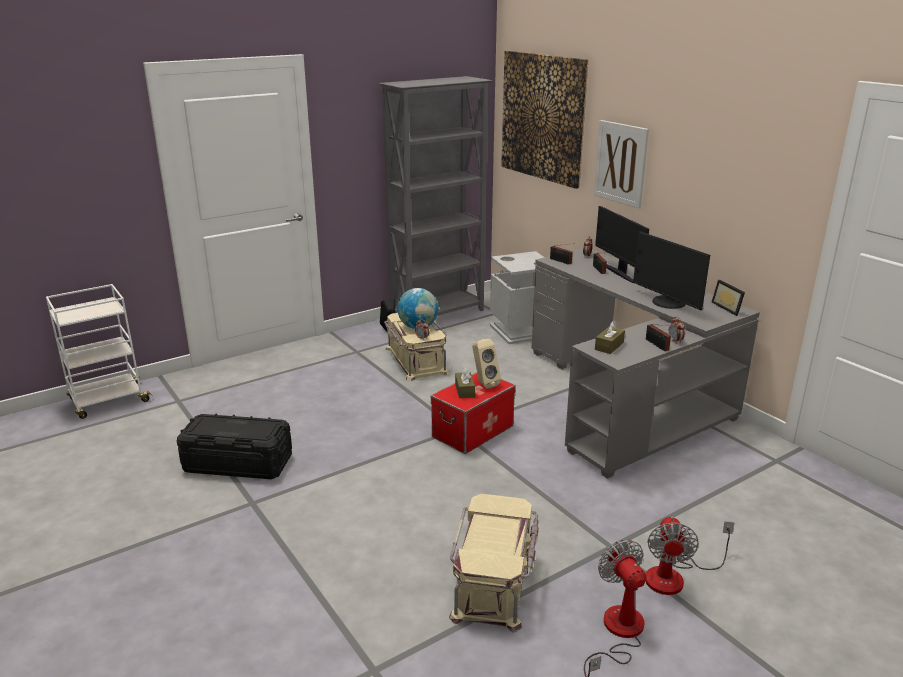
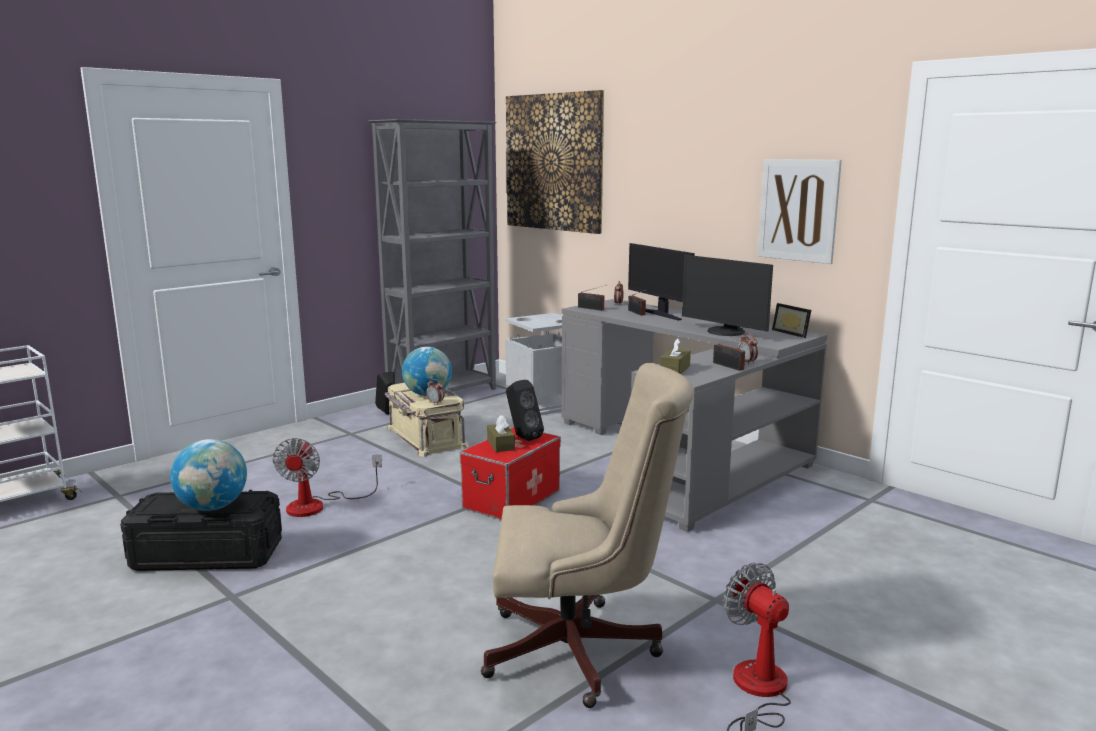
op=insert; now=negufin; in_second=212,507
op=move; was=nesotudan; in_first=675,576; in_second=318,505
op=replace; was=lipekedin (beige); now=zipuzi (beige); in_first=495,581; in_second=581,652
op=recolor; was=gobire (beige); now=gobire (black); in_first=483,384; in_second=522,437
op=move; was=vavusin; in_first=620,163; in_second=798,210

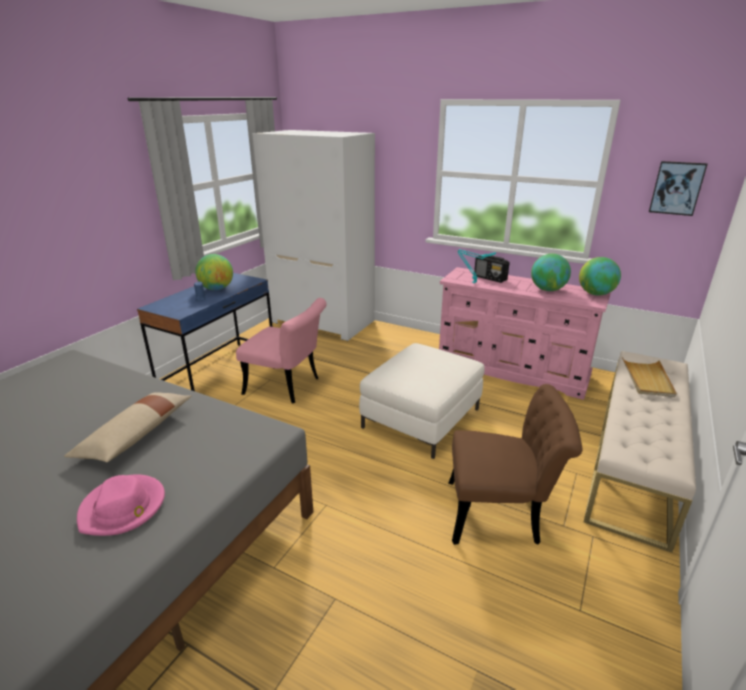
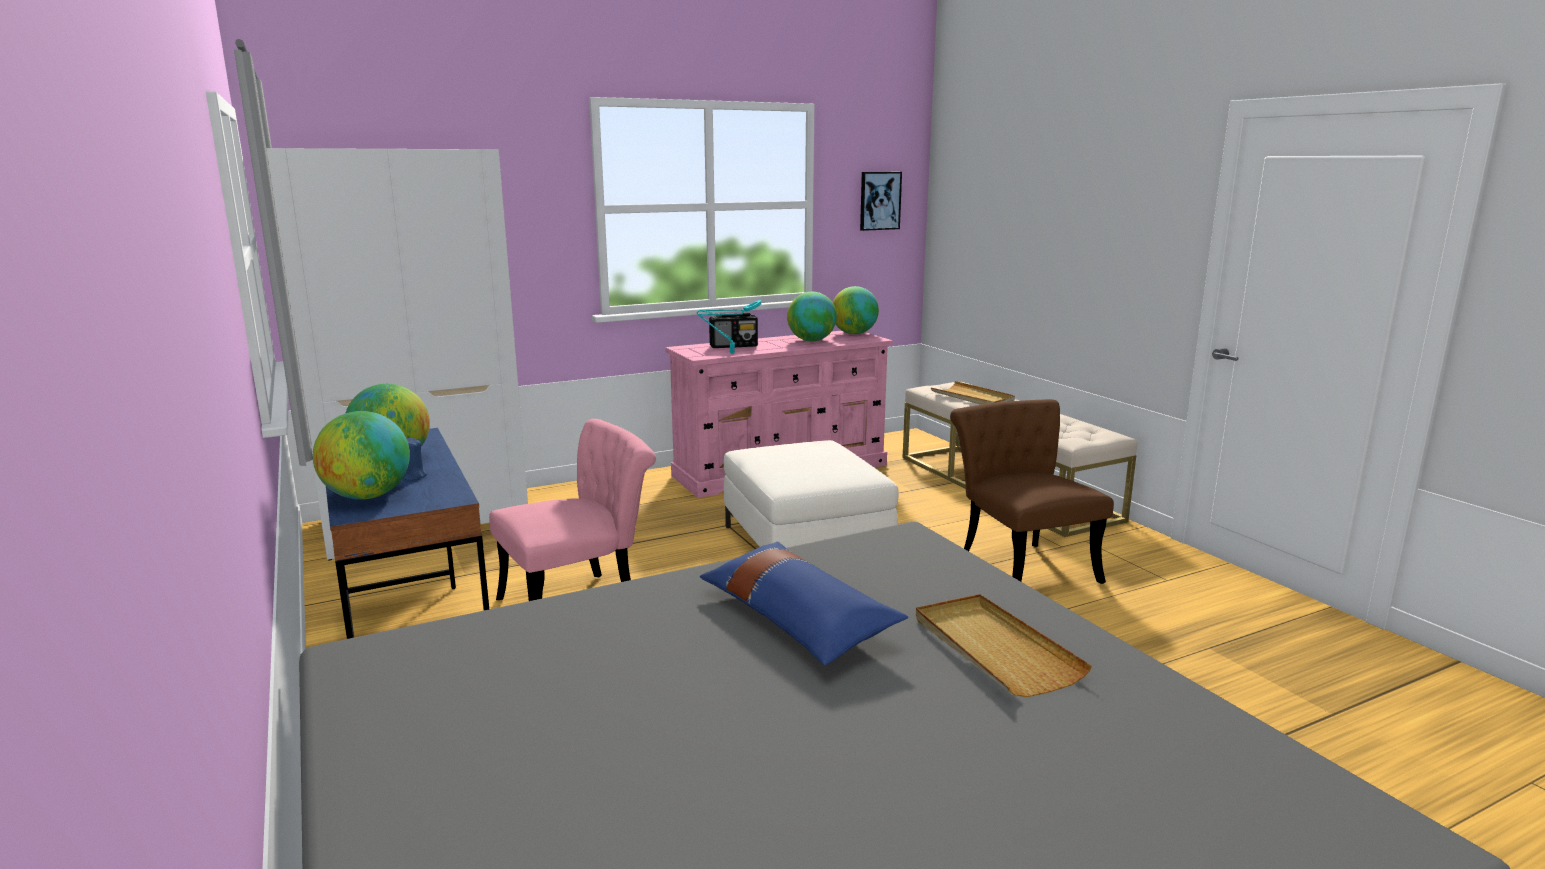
op=insert; now=negufin; in_second=367,496
op=recolor; was=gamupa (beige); now=gamupa (blue); in_first=136,435; in_second=797,619
op=replace; was=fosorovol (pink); now=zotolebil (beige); in_first=123,508; in_second=994,648
op=rotate; was=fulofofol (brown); in_first=501,514; in_second=1020,565; clockwise=-60

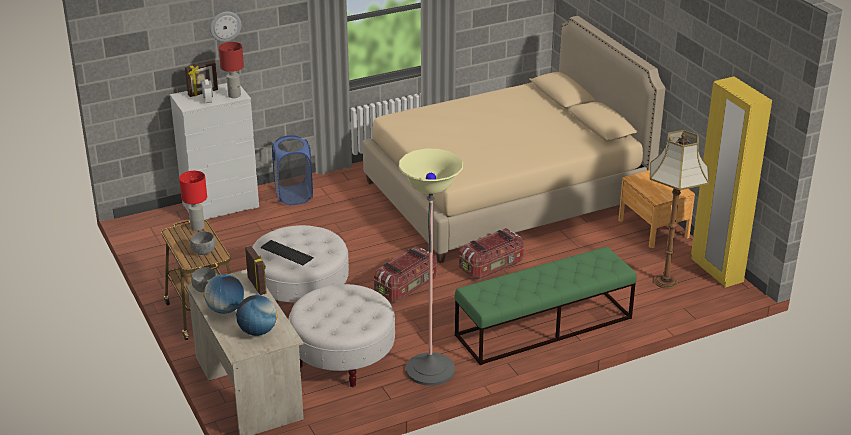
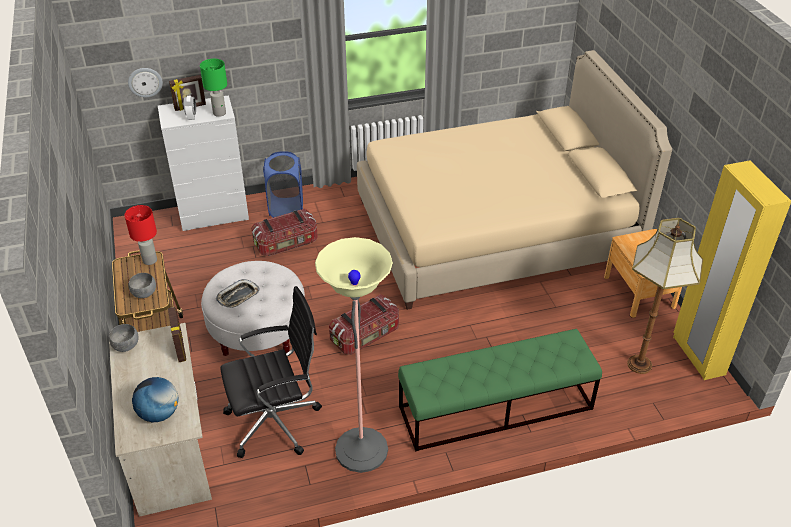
op=move; was=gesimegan; in_first=225,26; in_second=145,82
op=recolor; was=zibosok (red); now=zibosok (green); in_first=234,95; in_second=219,113
op=replace; was=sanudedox; now=zotolebil; in_first=286,253; in_second=238,296
op=replace; was=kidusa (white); now=zipuzi (black); in_first=343,358; in_second=276,421
op=move; was=lipekedin; in_first=492,266; in_second=286,244
op=delete; was=negufin; in_first=225,309

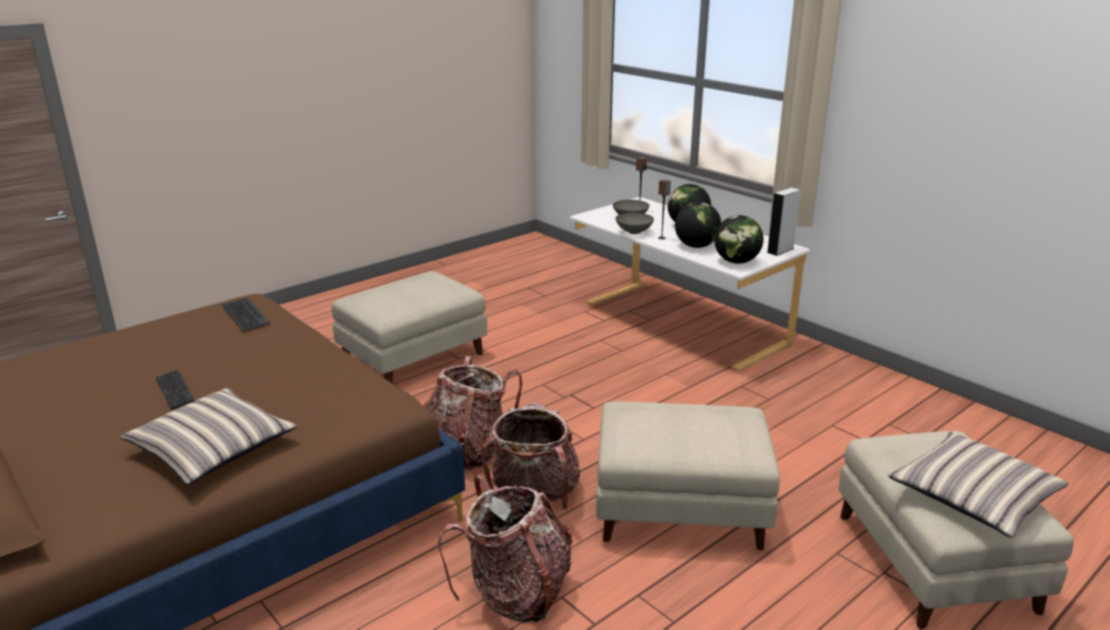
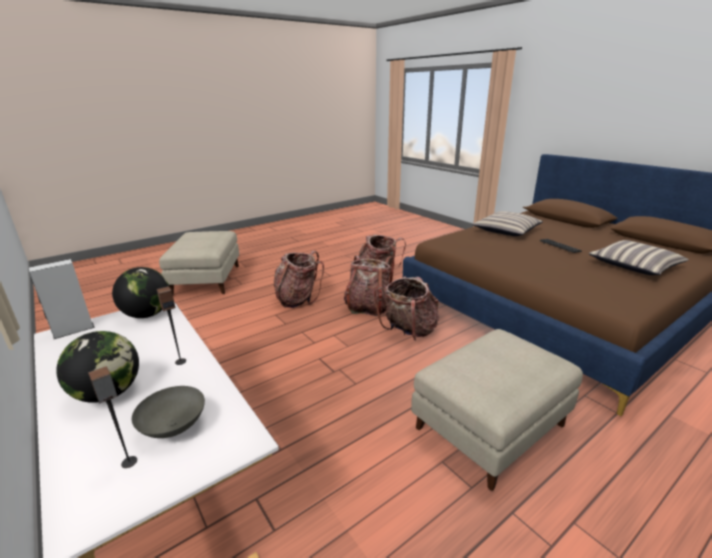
op=replace; was=kidusa (beige); now=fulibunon; in_first=678,510; in_second=298,299
op=move; was=gamupa; in_first=973,495; in_second=634,266
op=delete; was=sanudedox; in_first=244,315
op=delete; was=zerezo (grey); in_first=634,232
op=delete; was=negufin; in_first=696,246

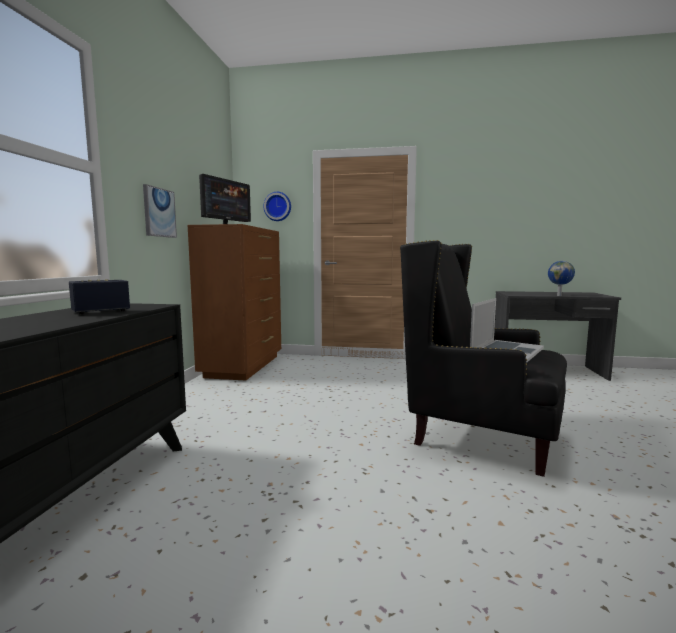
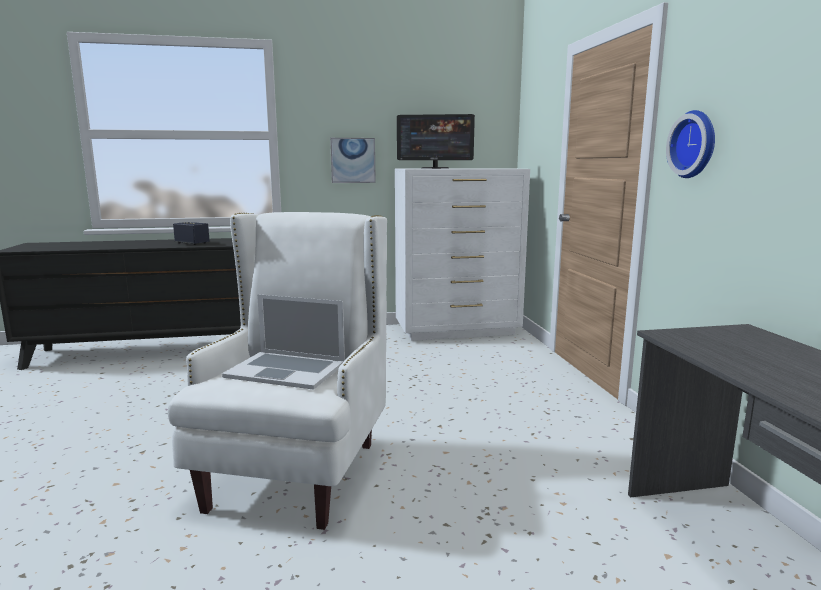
op=recolor; was=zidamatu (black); now=zidamatu (white); in_first=481,439; in_second=295,473
op=recolor; was=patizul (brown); now=patizul (white); in_first=244,366; in_second=458,330
op=move; was=gesimegan; in_first=278,206; in_second=695,144
op=delete; was=negufin; in_first=559,295

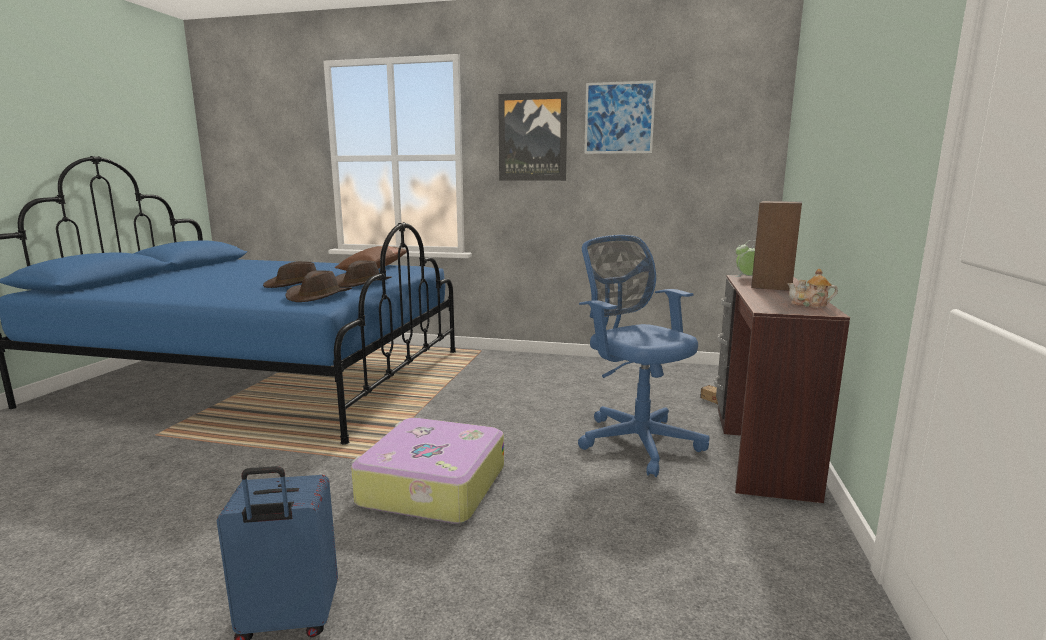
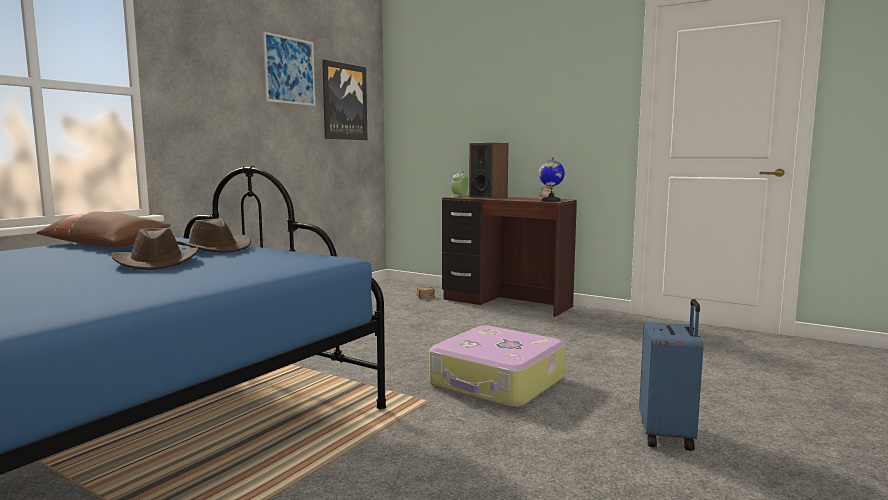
op=move; was=vavusin; in_first=532,137; in_second=344,102
op=insert; now=negufin; in_second=551,201
op=delete; was=fosorovol (brown); in_first=319,296
op=delete; was=zipuzi (blue); in_first=636,440

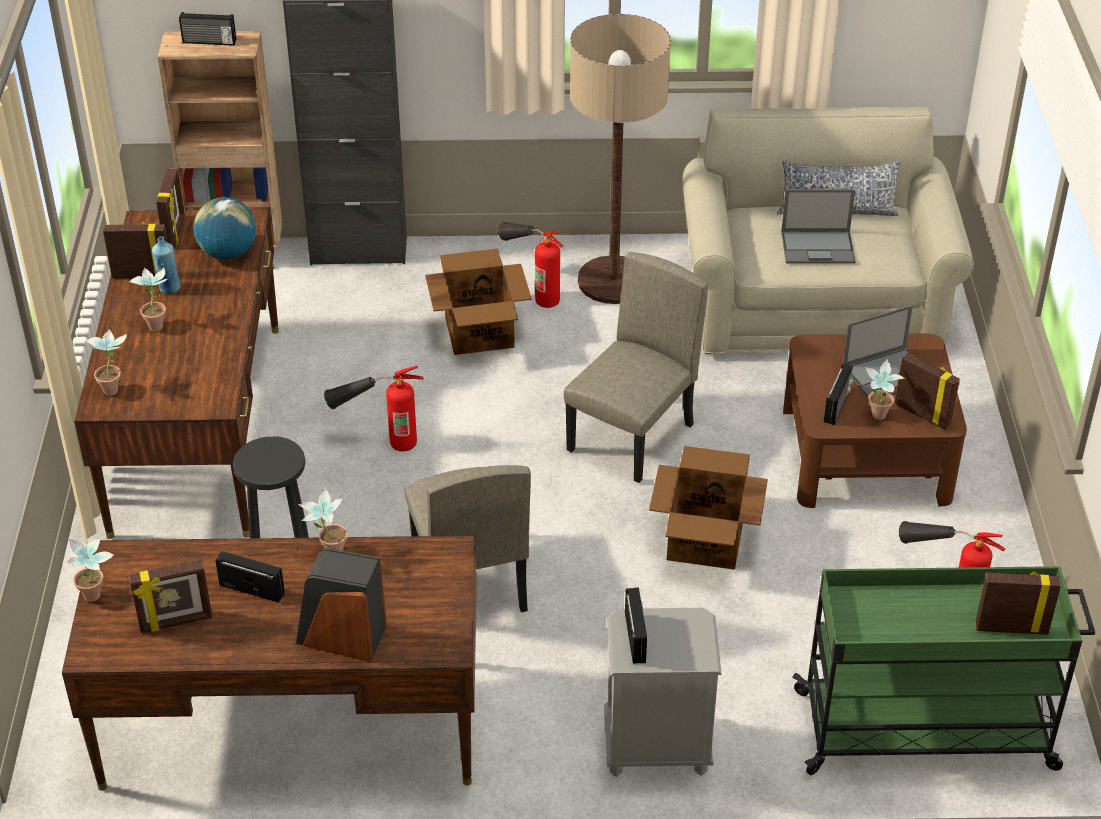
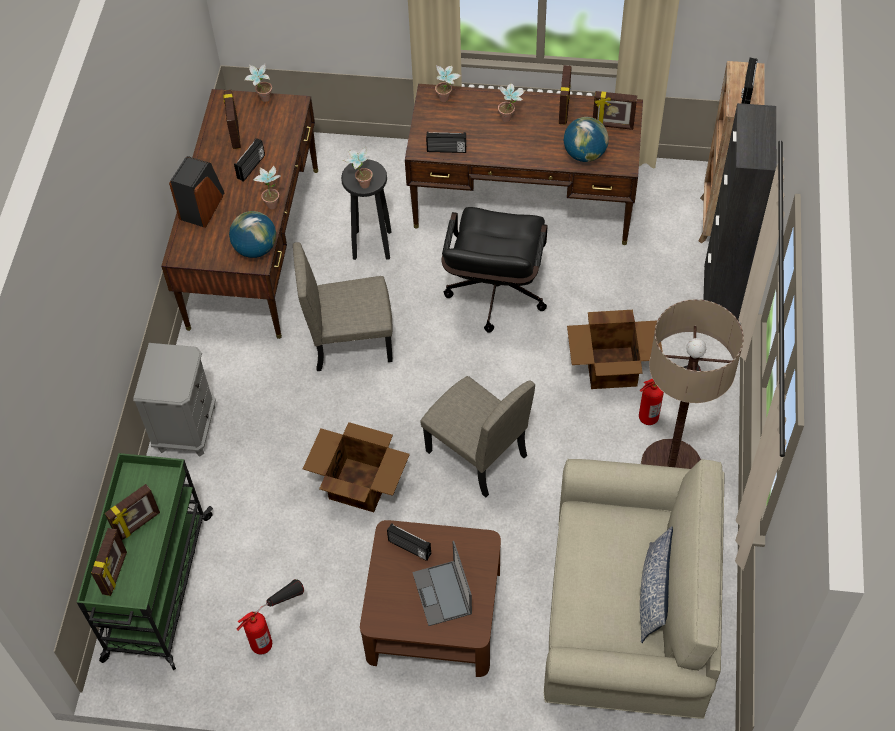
op=move; was=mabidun; in_first=923,414; in_second=138,525
op=insert; now=negufin; in_second=255,248
op=move; was=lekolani; in_first=877,418; in_second=361,183
op=move; was=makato; in_first=636,638; in_second=446,150
op=replace; was=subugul; now=zipuzi (black); in_first=378,442; in_second=494,298
op=delete; was=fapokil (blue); in_first=169,288
op=delete; was=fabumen; in_first=818,247

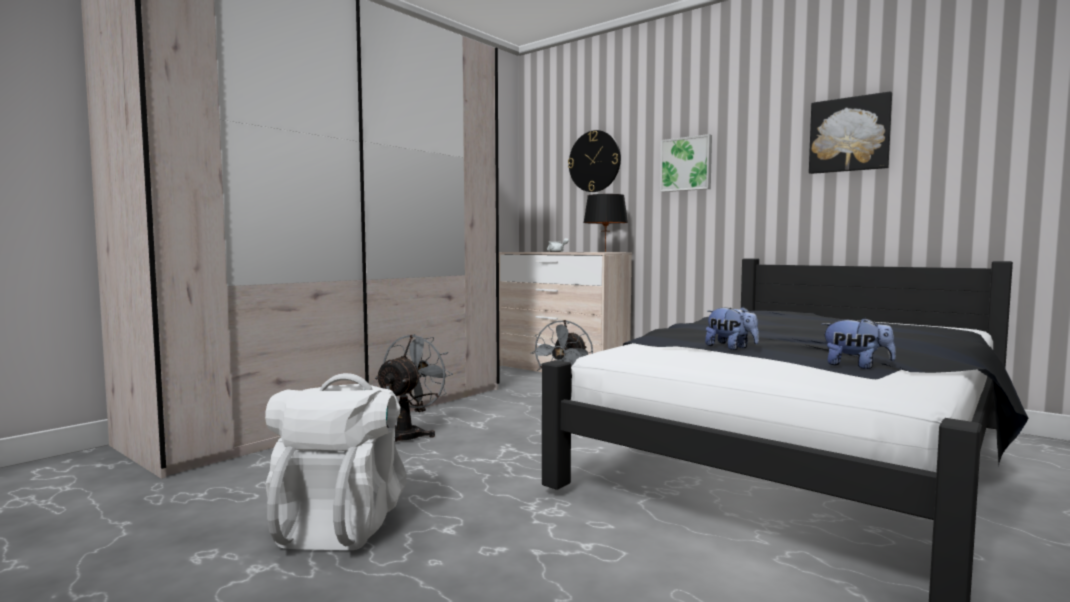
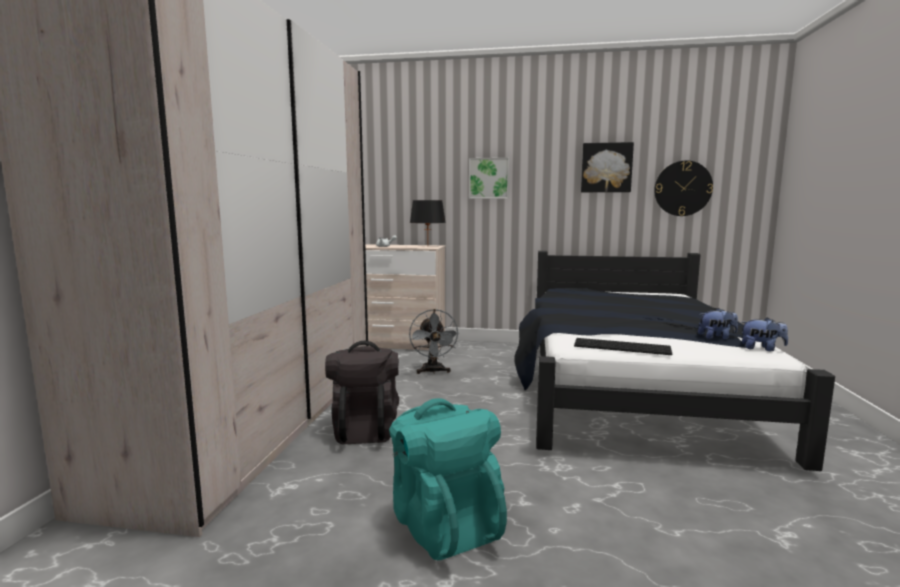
op=replace; was=nesotudan (grey); now=fulibunon (black); in_first=410,434; in_second=365,429
op=recolor; was=fulibunon (white); now=fulibunon (turquoise); in_first=341,523; in_second=444,524
op=insert; now=sanudedox; in_second=622,346
op=move; was=gesimegan; in_first=594,161; in_second=683,188
op=move; was=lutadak; in_first=731,348; in_second=762,349

